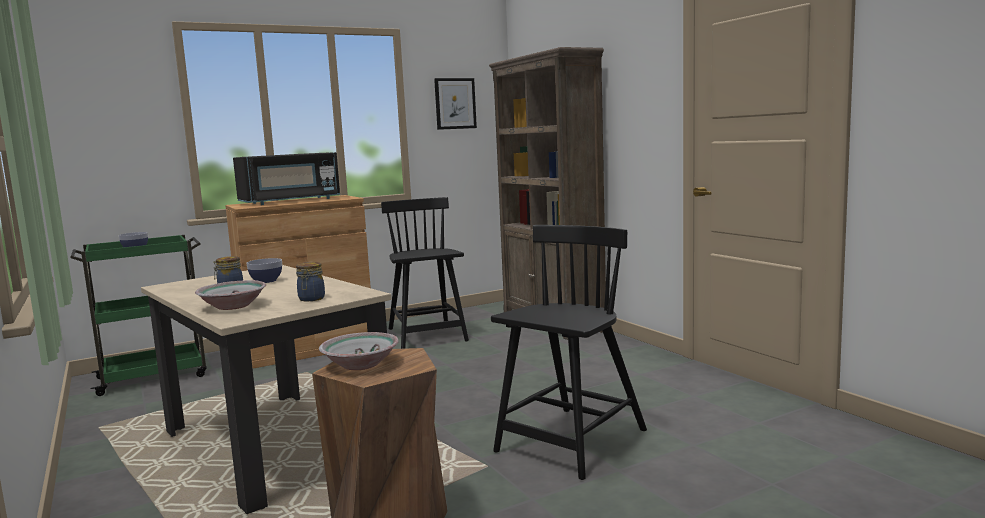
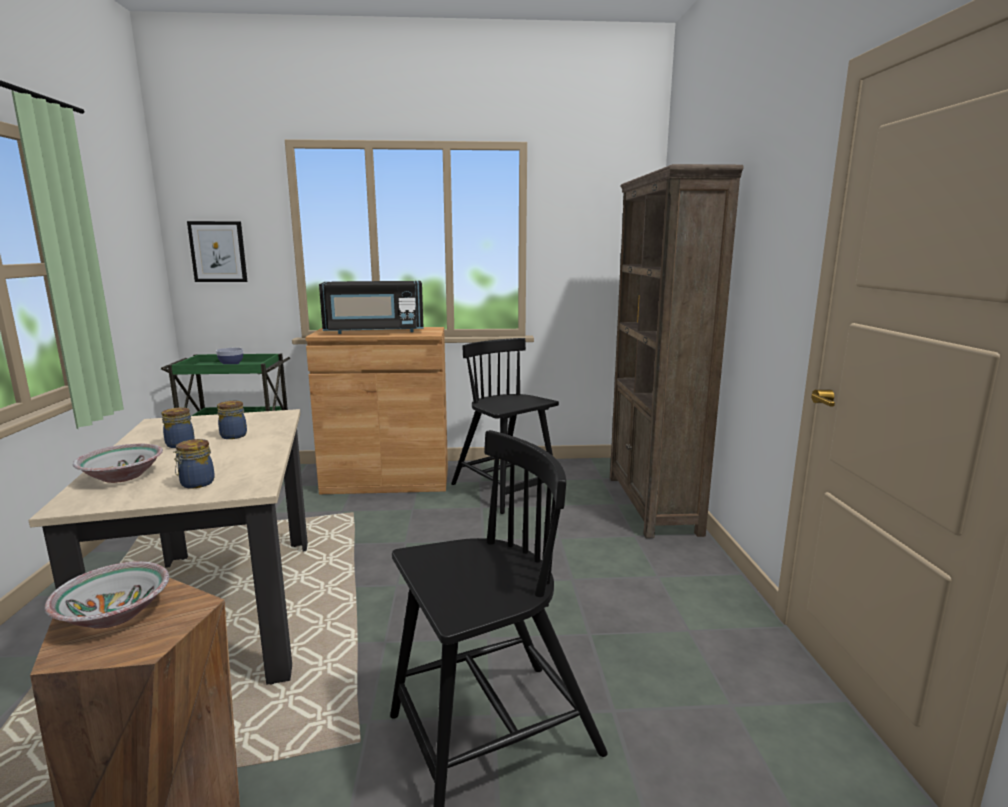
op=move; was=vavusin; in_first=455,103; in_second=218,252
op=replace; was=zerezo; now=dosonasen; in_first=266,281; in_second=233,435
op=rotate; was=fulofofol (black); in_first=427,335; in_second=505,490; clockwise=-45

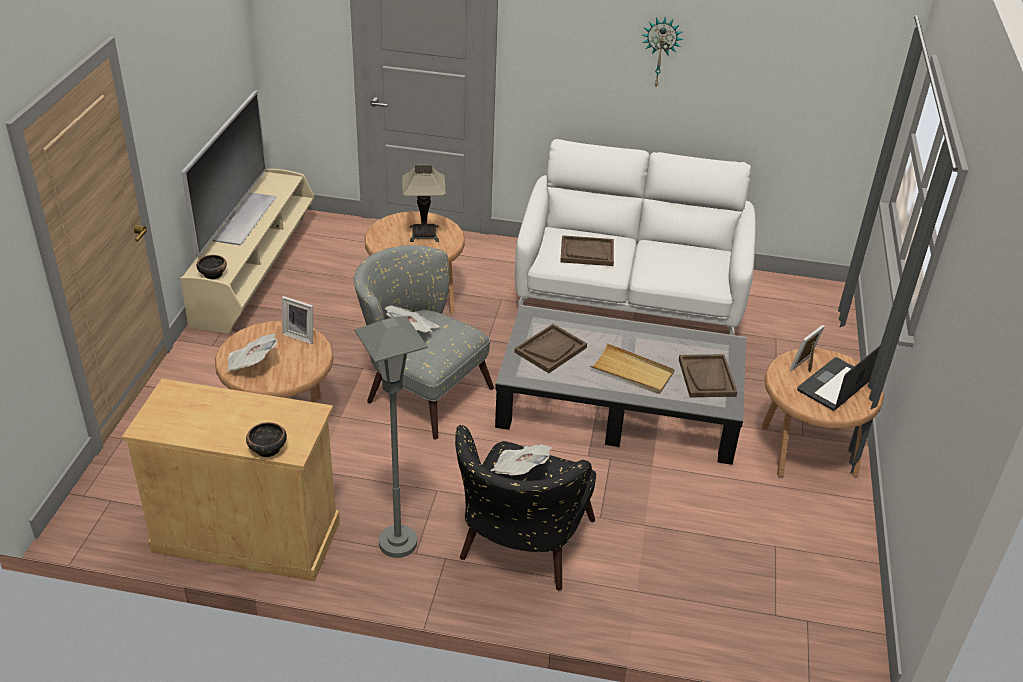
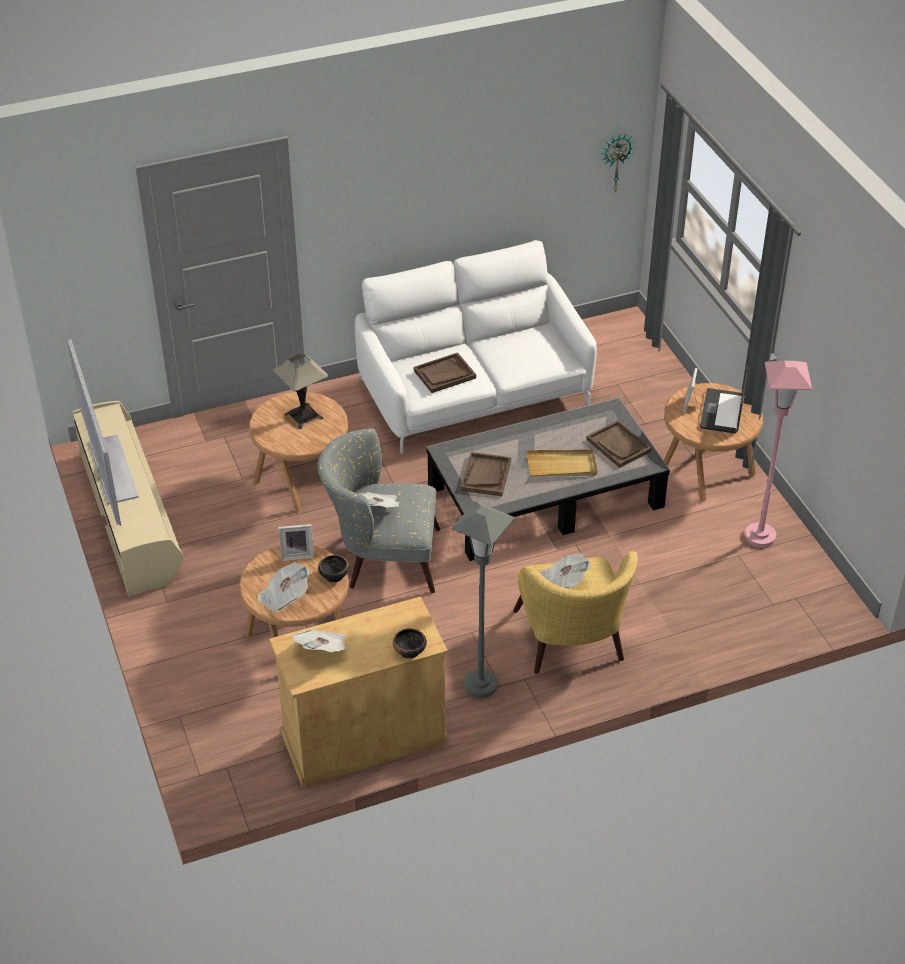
op=insert; now=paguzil; in_second=323,650
op=move; was=zerezo; in_first=212,274; in_second=333,575
op=recolor; was=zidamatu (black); now=zidamatu (yellow); in_first=520,550; in_second=571,645
op=move; was=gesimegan; in_first=660,51; in_second=616,162
op=insert; now=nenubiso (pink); in_second=760,537

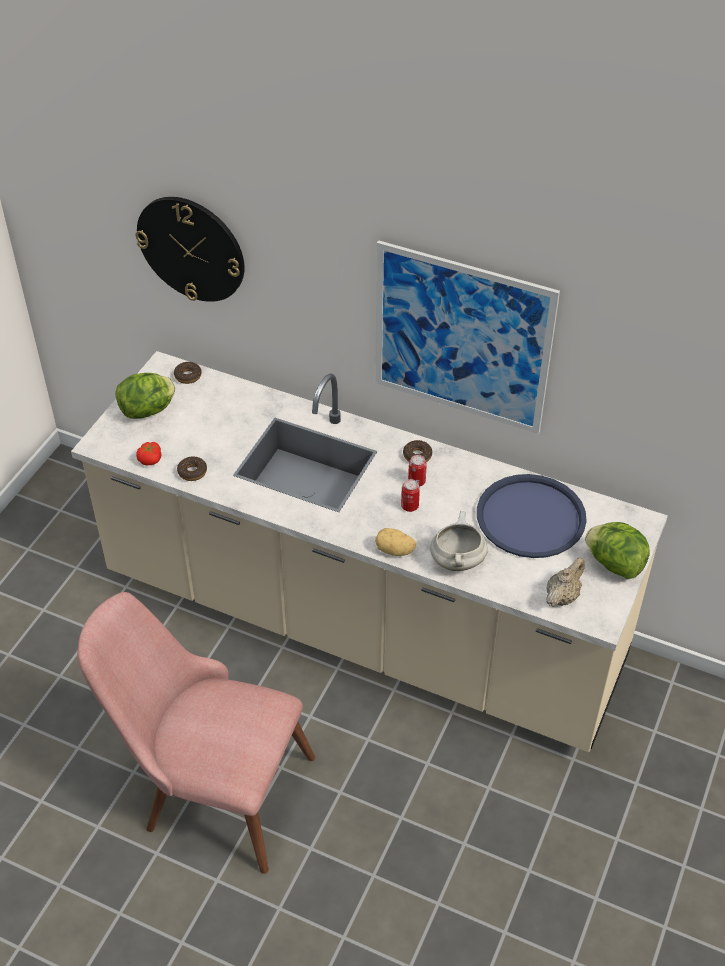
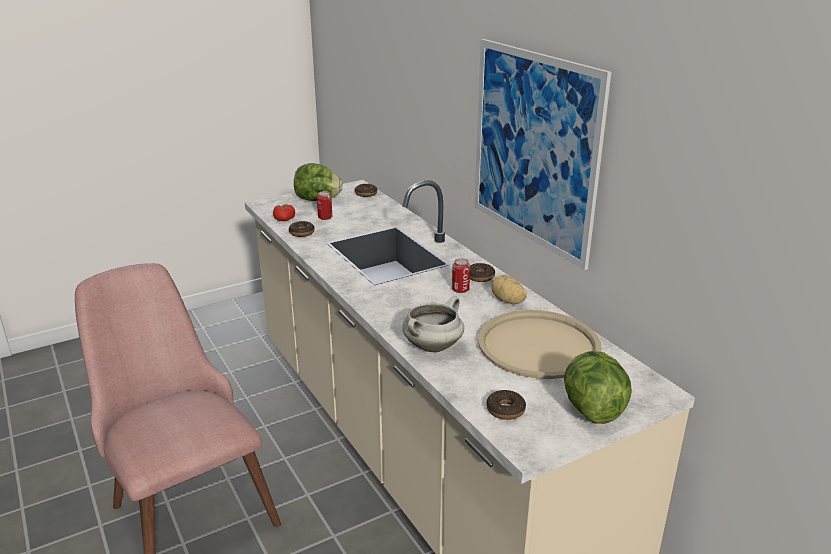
op=move; was=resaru; in_first=409,506; in_second=325,218
op=recolor; was=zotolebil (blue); now=zotolebil (beige); in_first=531,517; in_second=538,345
op=replace; was=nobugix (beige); now=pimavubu; in_first=562,596; in_second=505,410
op=move; was=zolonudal; in_first=394,551; in_second=507,301
op=delete; was=gesimegan; in_first=191,248

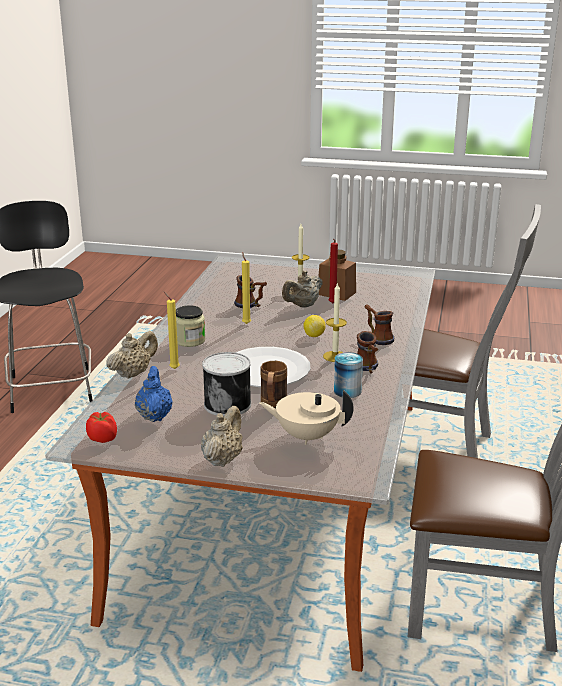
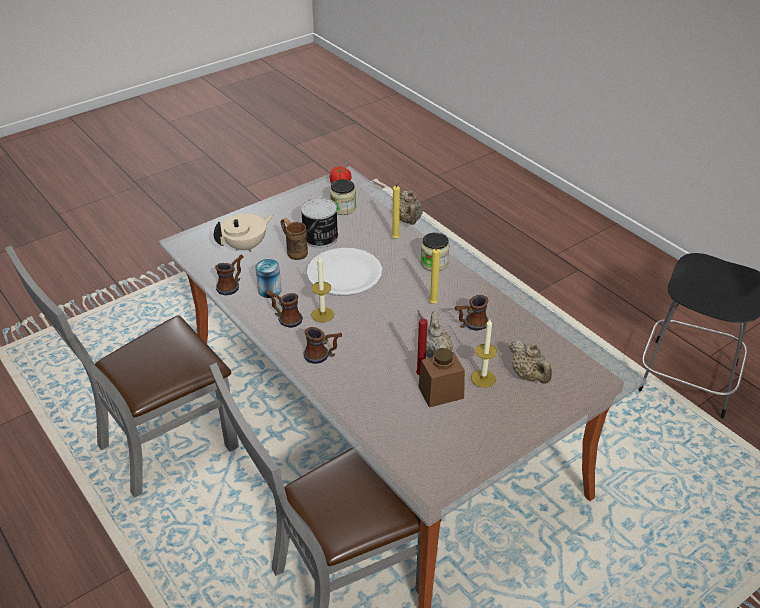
op=insert; now=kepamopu; in_second=232,285
op=replace; was=nobugix (blue); now=dosonasen; in_first=154,415; in_second=343,208
op=move; was=nobugix (beige); in_first=222,459; in_second=528,376
op=delete; was=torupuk; in_first=314,335

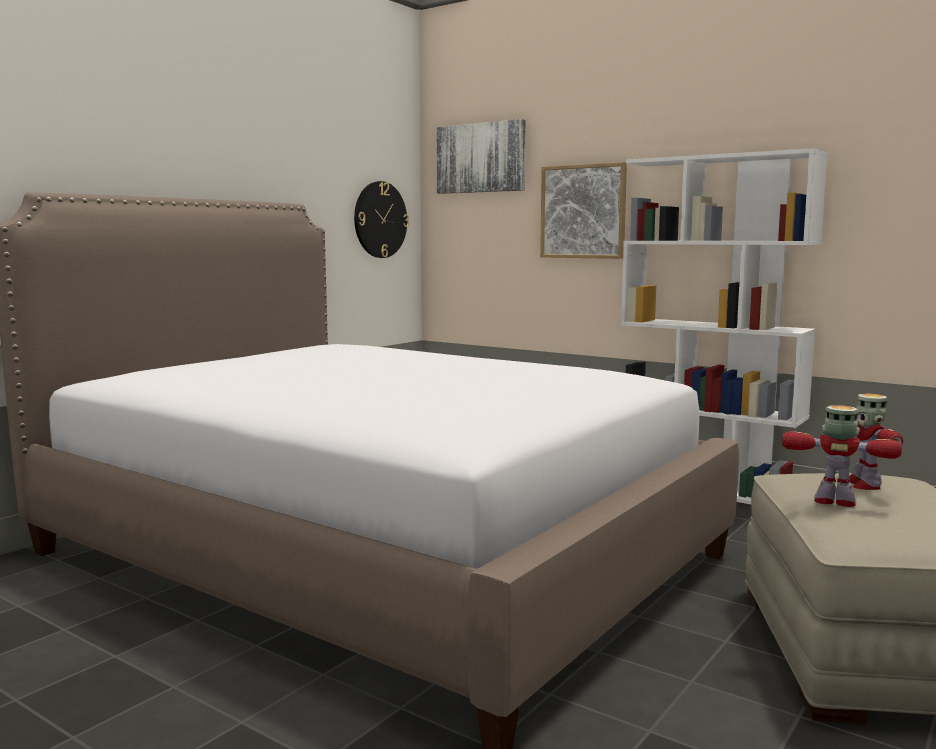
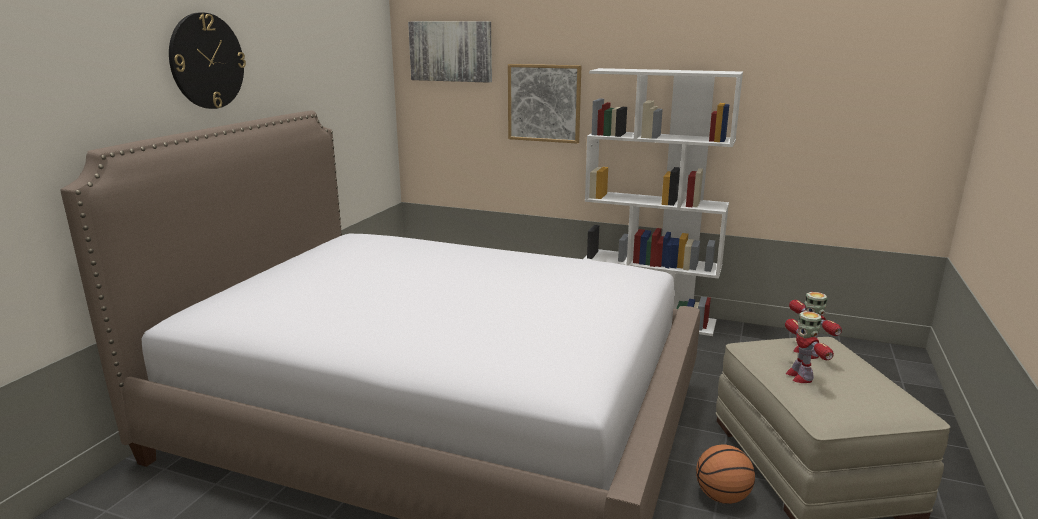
op=move; was=gesimegan; in_first=380,219; in_second=207,61
op=insert; now=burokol; in_second=722,497
op=rotate; was=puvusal; in_first=835,502; in_second=799,376; clockwise=-105

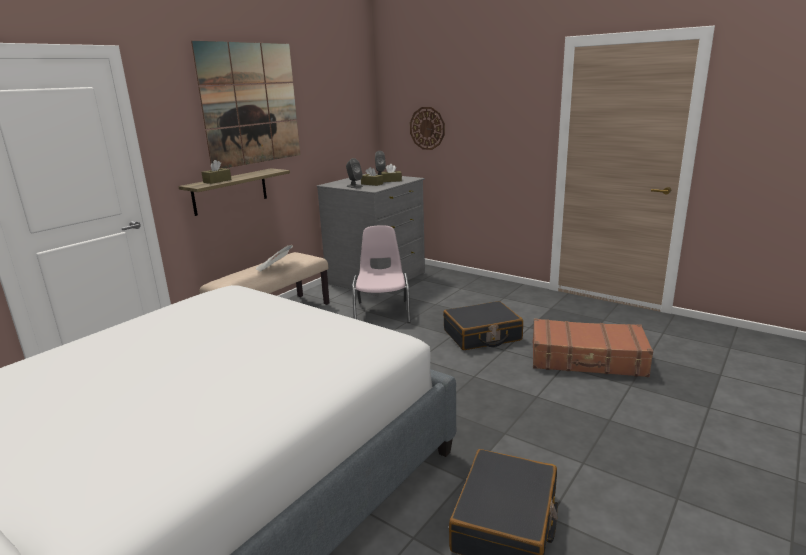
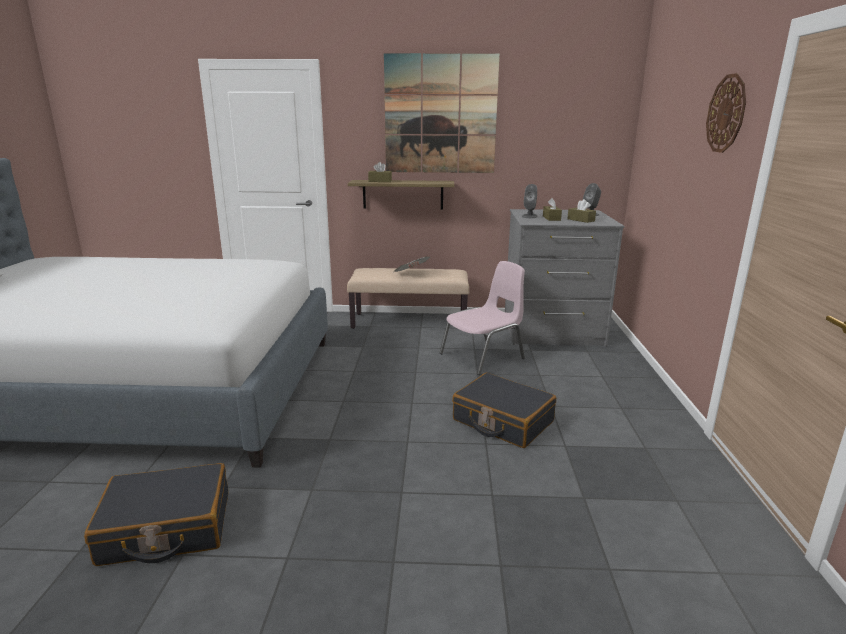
op=move; was=gesimegan; in_first=427,128; in_second=726,113
op=delete; was=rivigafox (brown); in_first=587,359

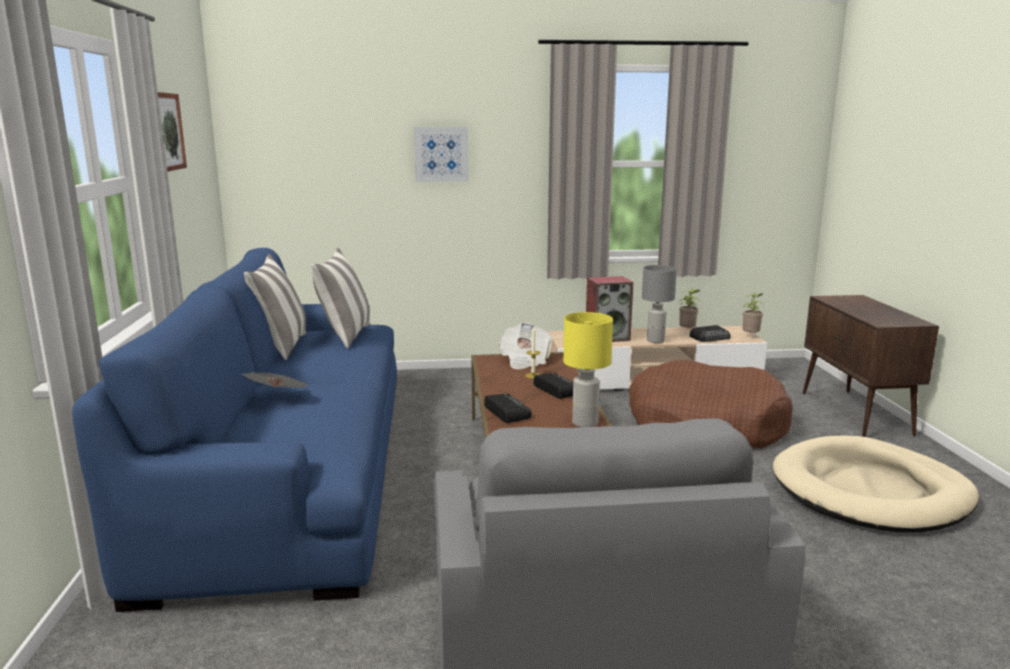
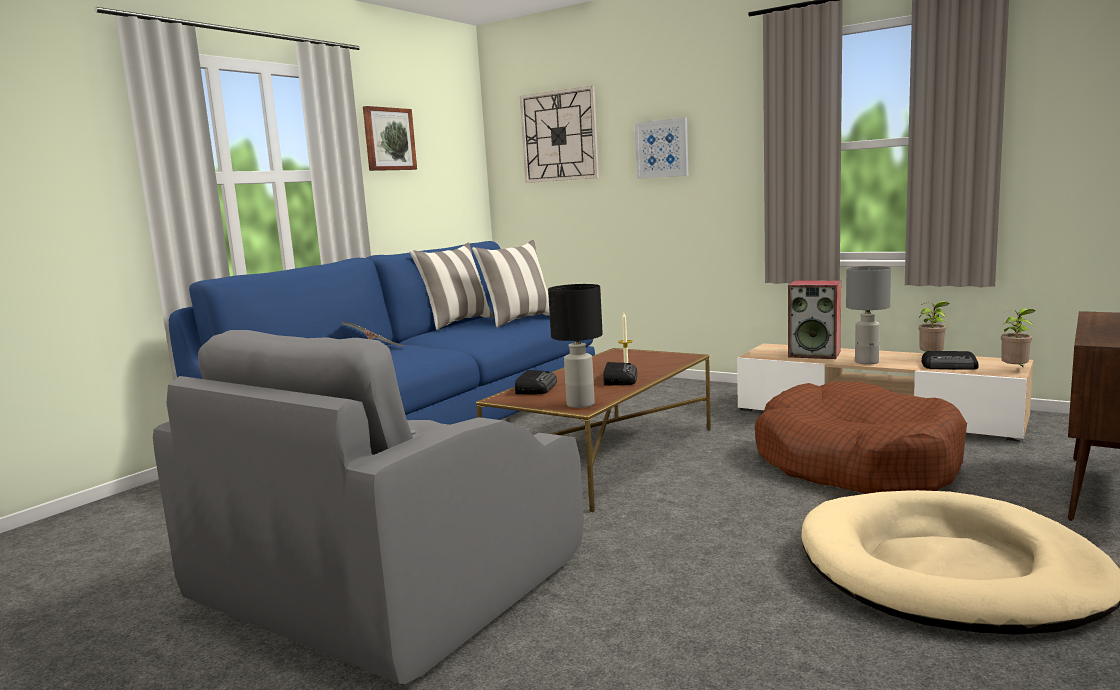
op=insert; now=gesimegan; in_second=559,136
op=recolor; was=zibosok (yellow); now=zibosok (black); in_first=584,423; in_second=579,404
op=delete; was=paguzil; in_first=525,360

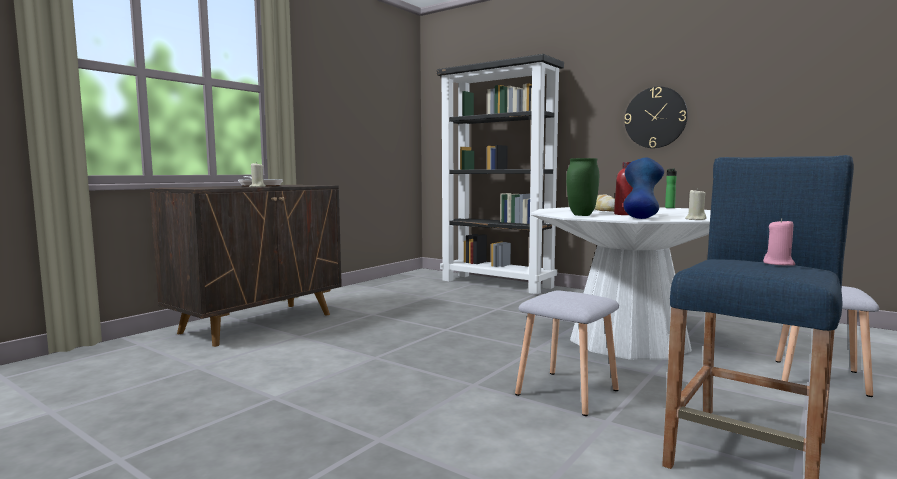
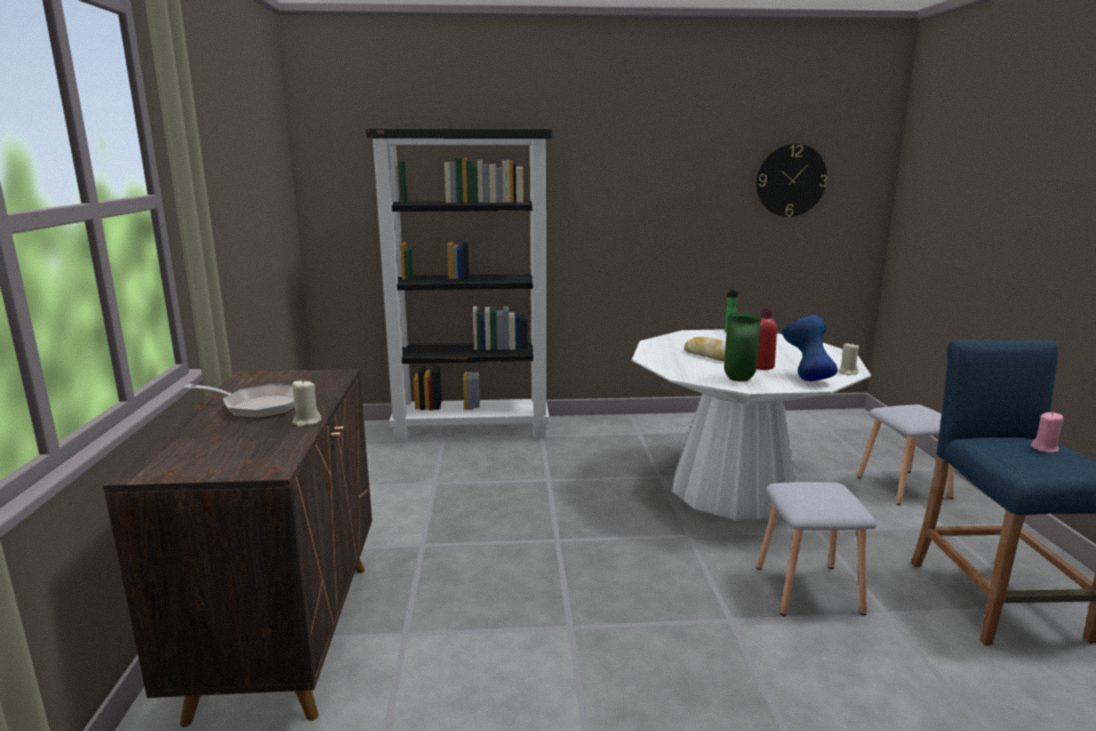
op=move; was=gesimegan; in_first=655,117; in_second=790,180

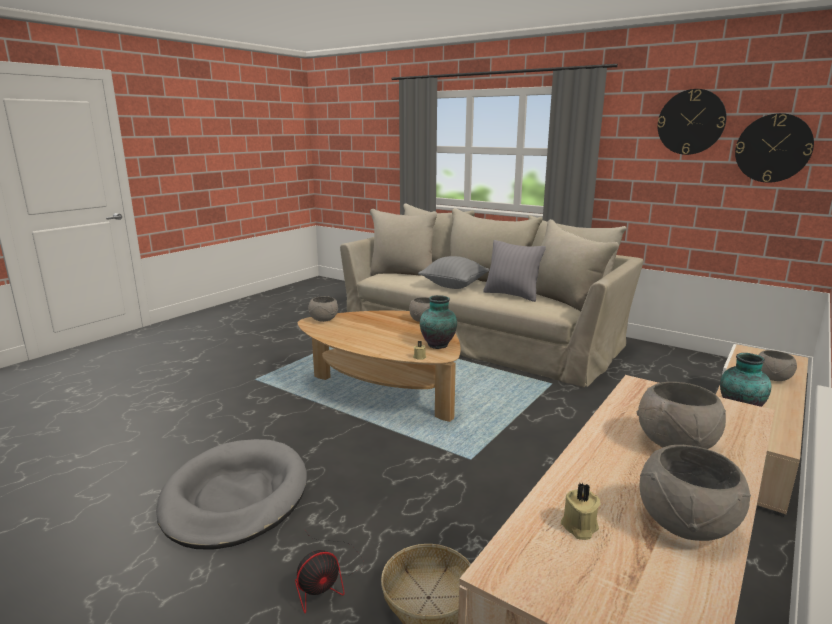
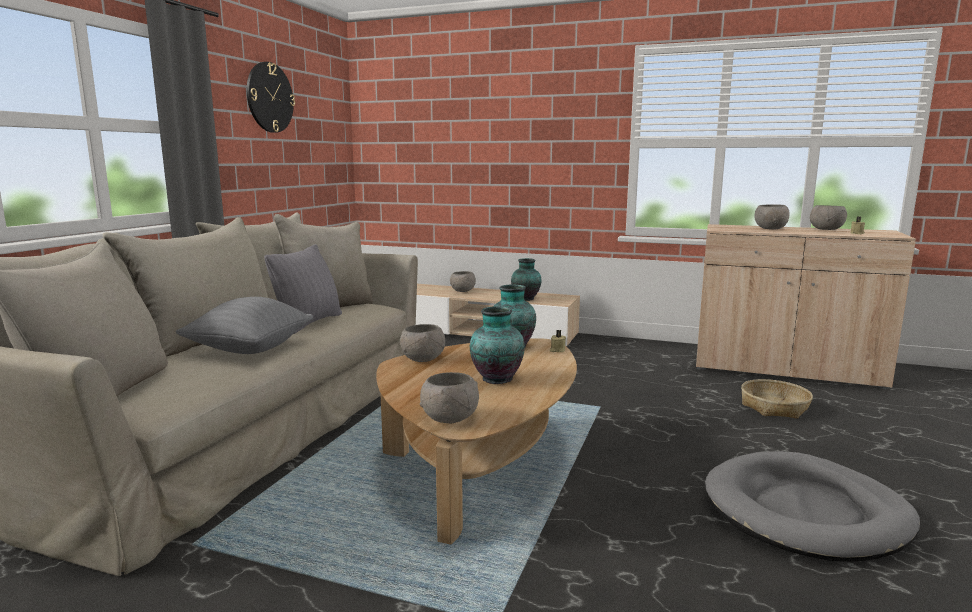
op=insert; now=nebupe; in_second=495,379
op=delete; was=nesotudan; in_first=326,579
op=delete; was=gesimegan; in_first=773,148

